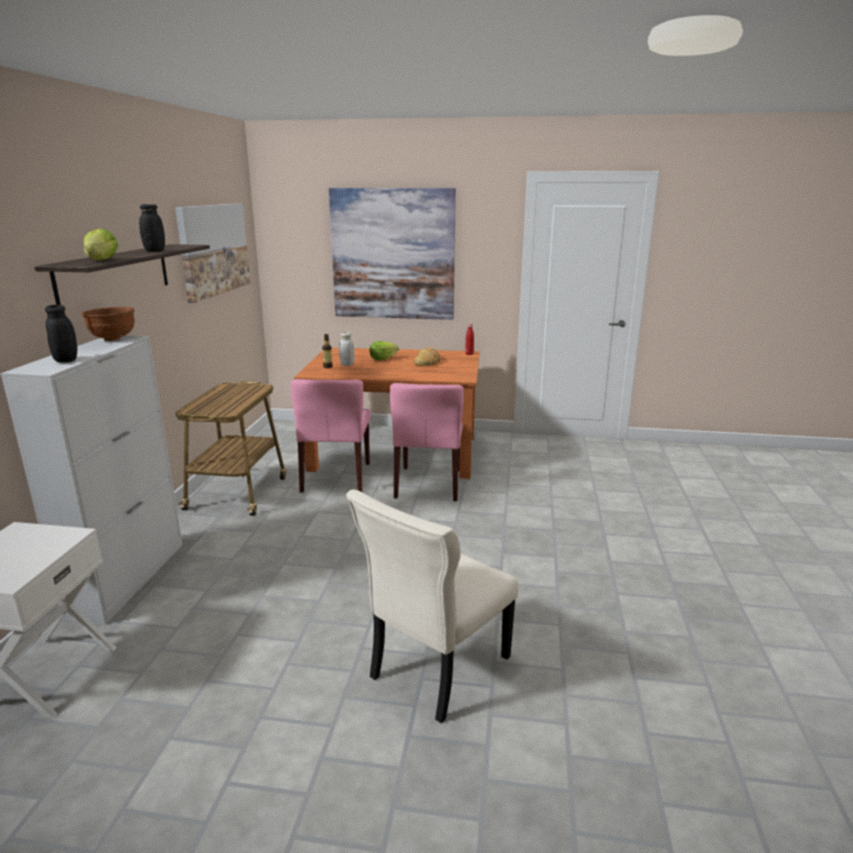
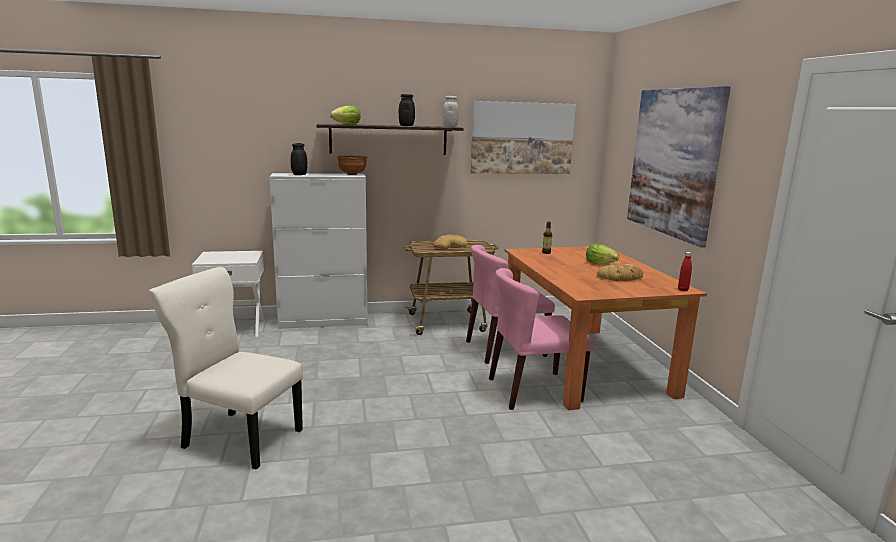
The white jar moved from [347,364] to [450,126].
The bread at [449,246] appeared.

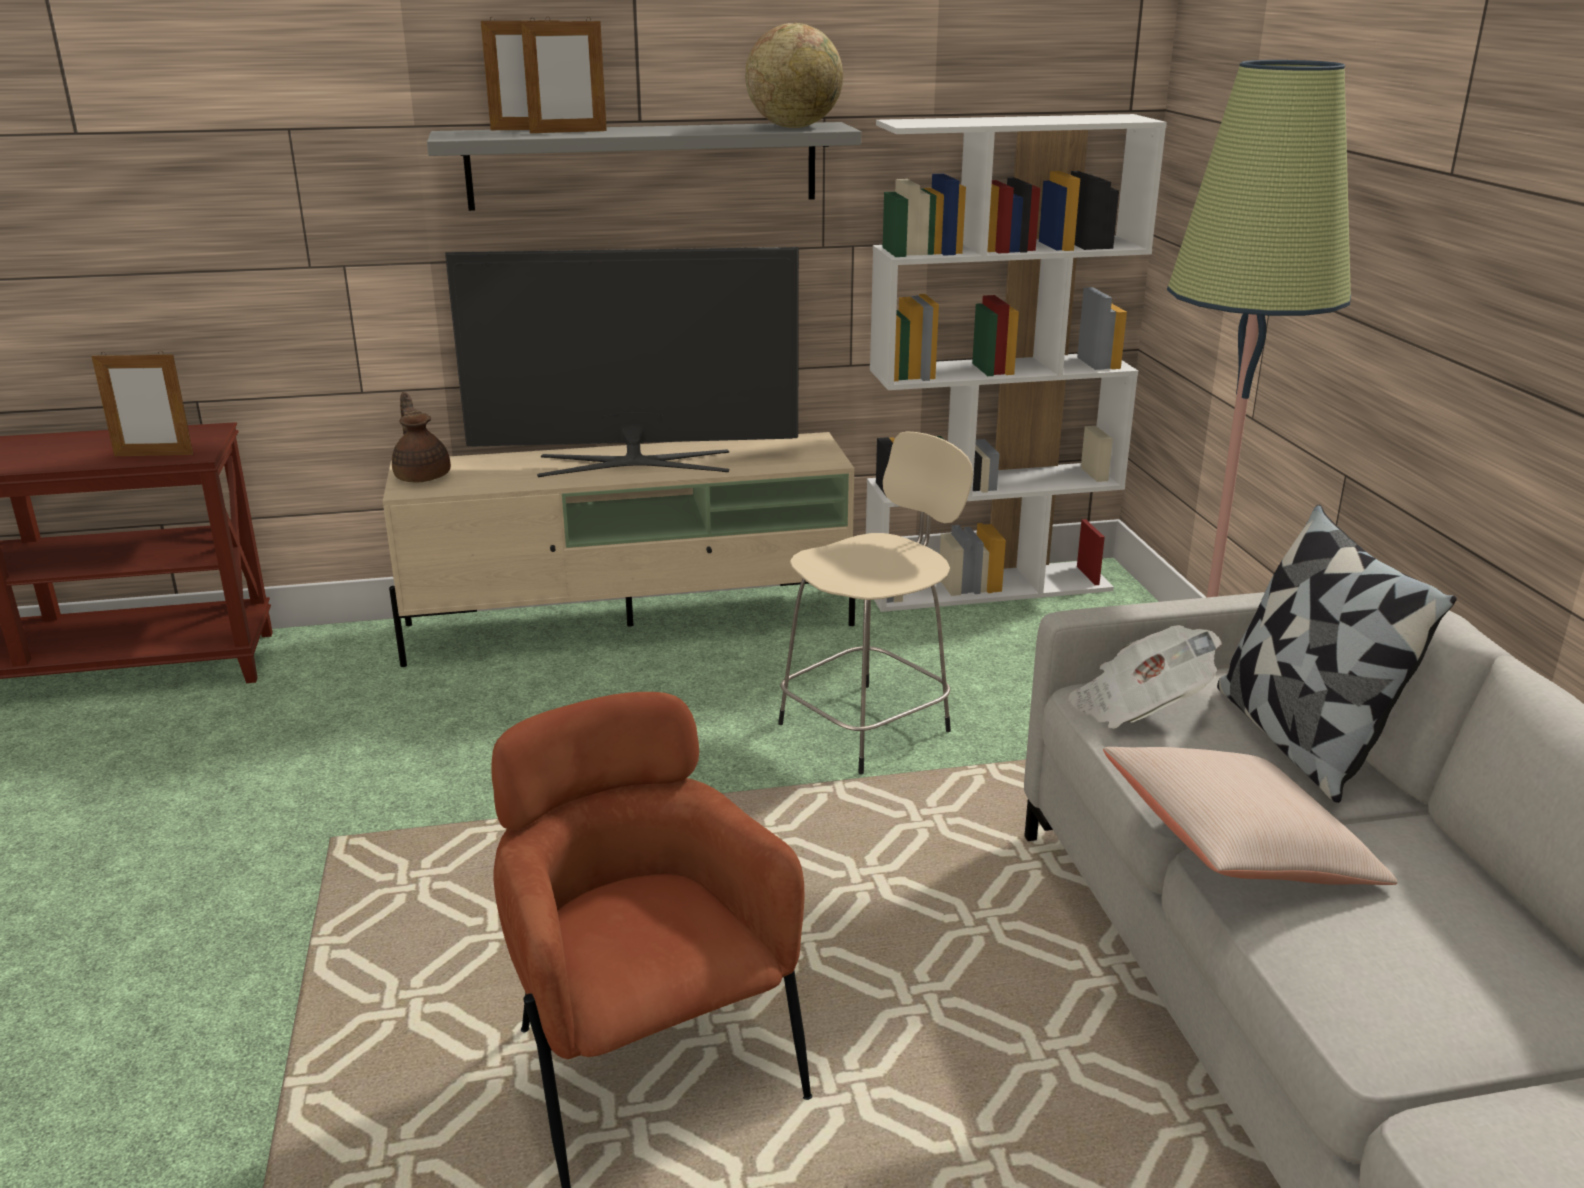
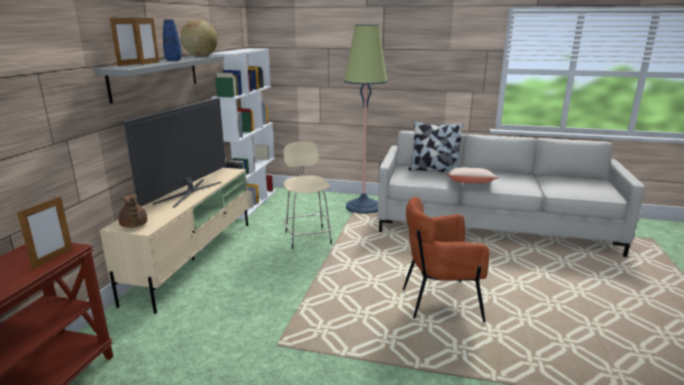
The brown teapot at [423,476] turned 120 degrees counterclockwise.
The newspaper at [1139,707] disappeared.
The blue vase at [173,60] appeared.

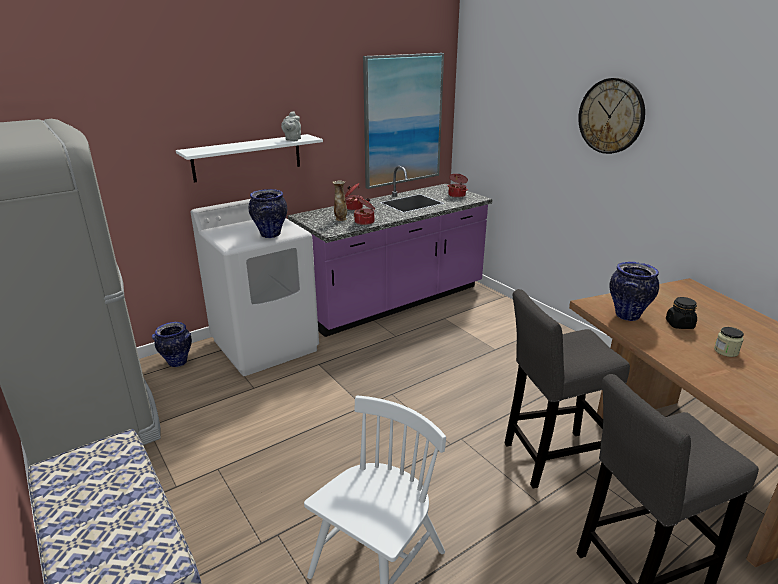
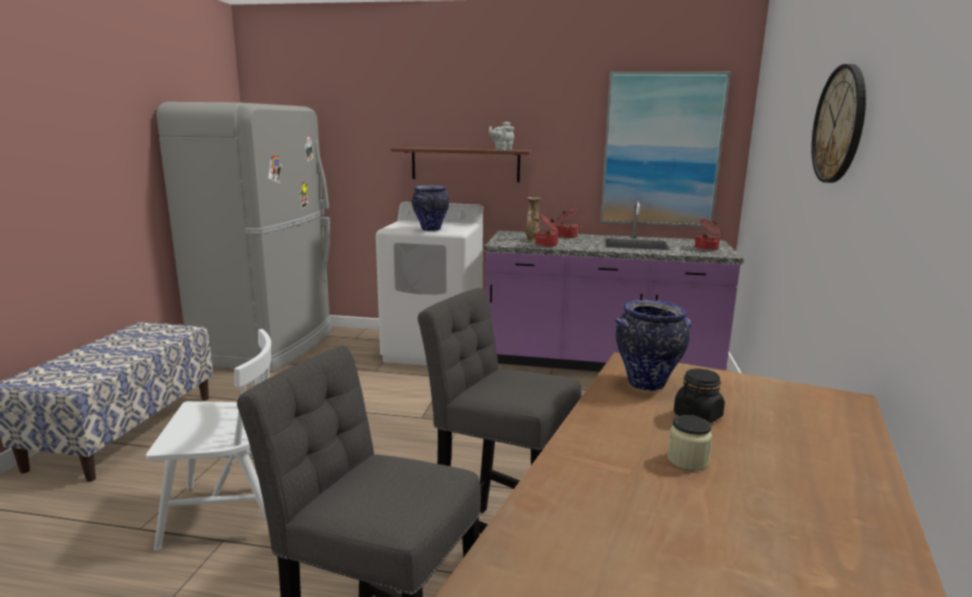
The white shelf at [247,157] became the brown shelf at [465,164].
The vase at [177,363] disappeared.

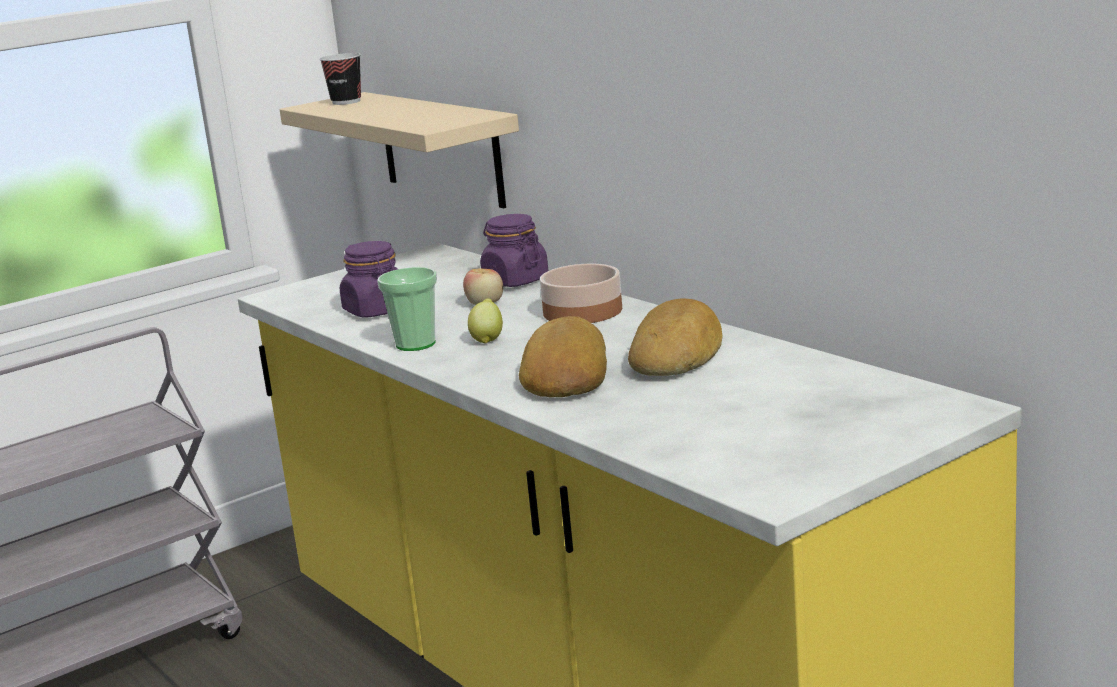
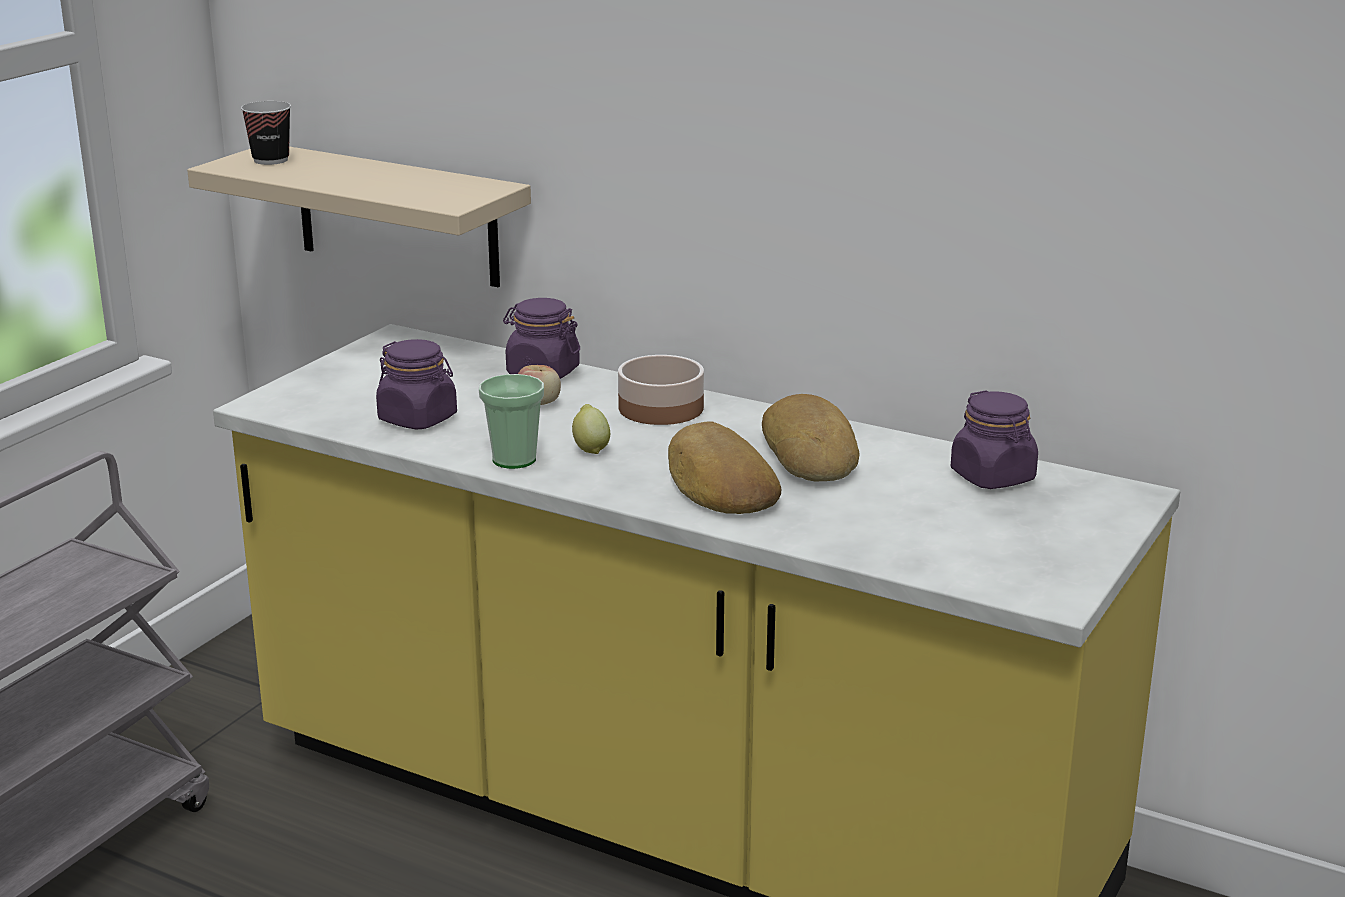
The purple jar at [993,477] appeared.

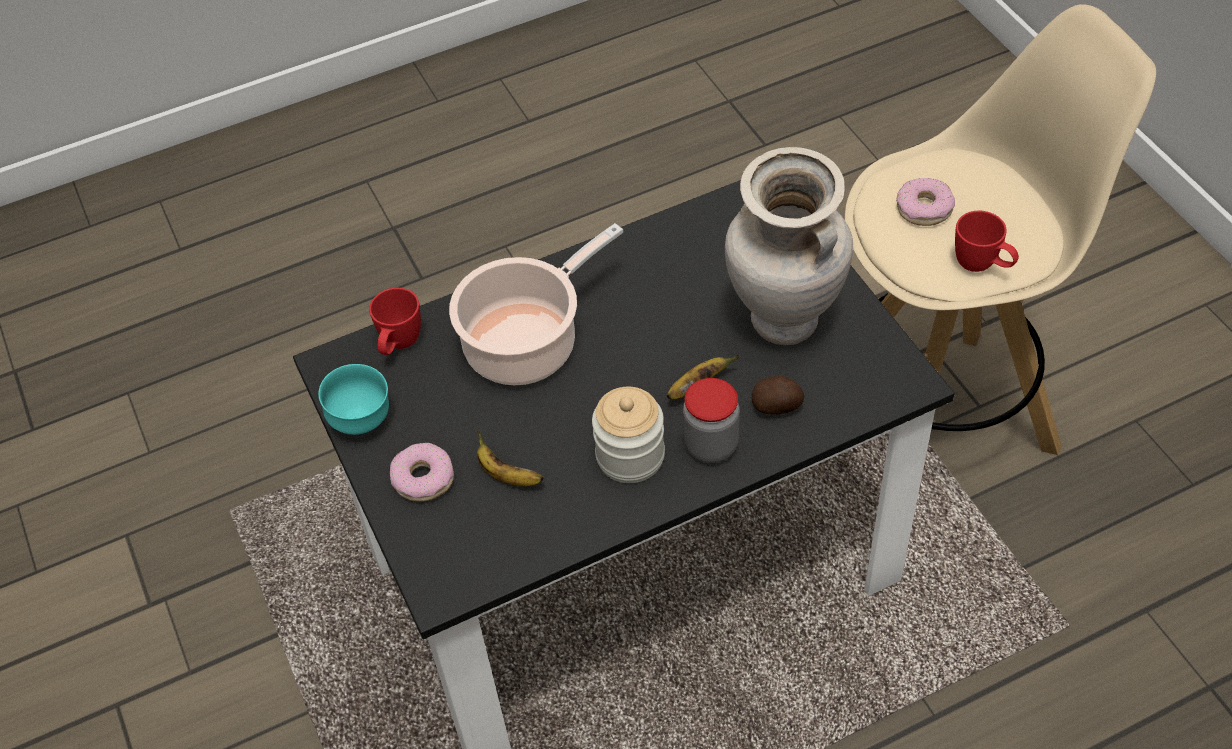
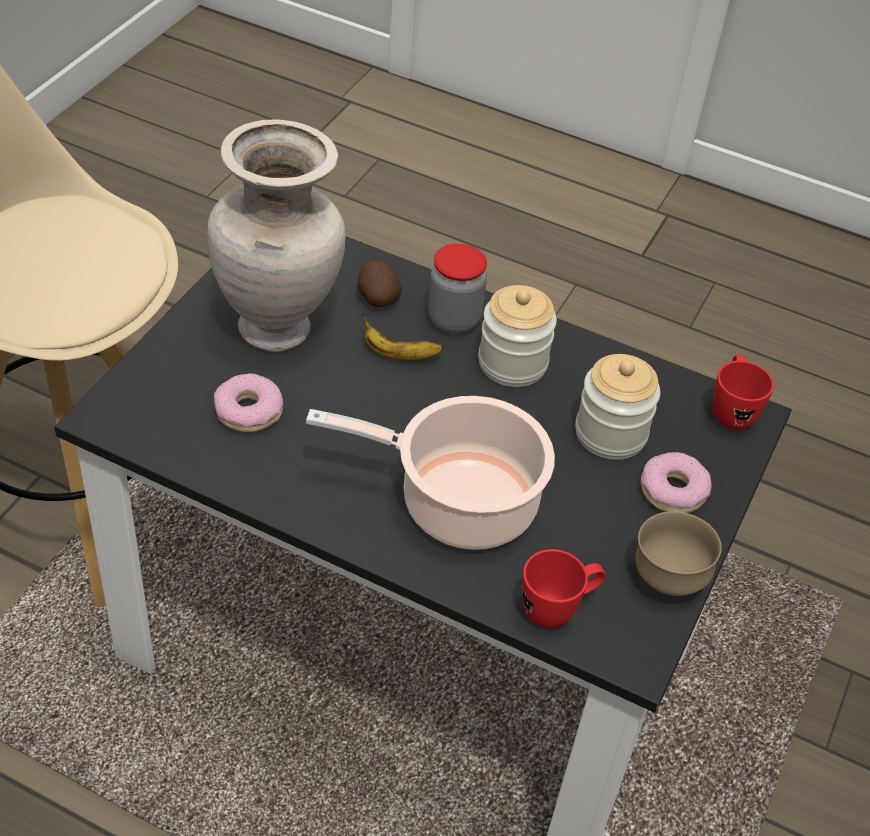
The donut moved from [924,208] to [249,411].
The red mug moved from [982,266] to [731,411].
The turquoise bowl at [362,421] became the brown bowl at [667,579].
The banana at [506,475] was replaced by the jar at [610,434].

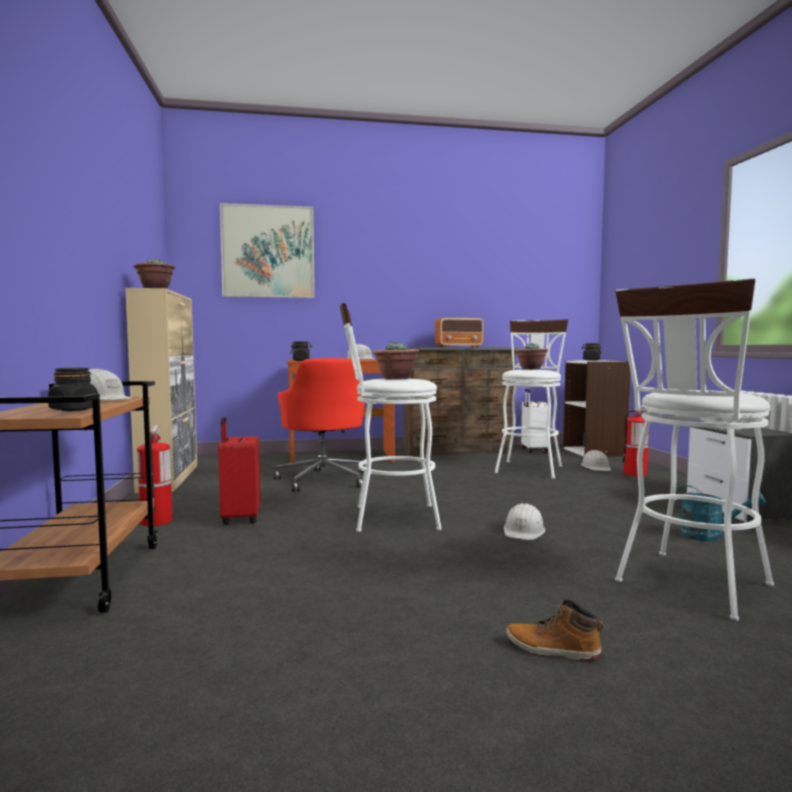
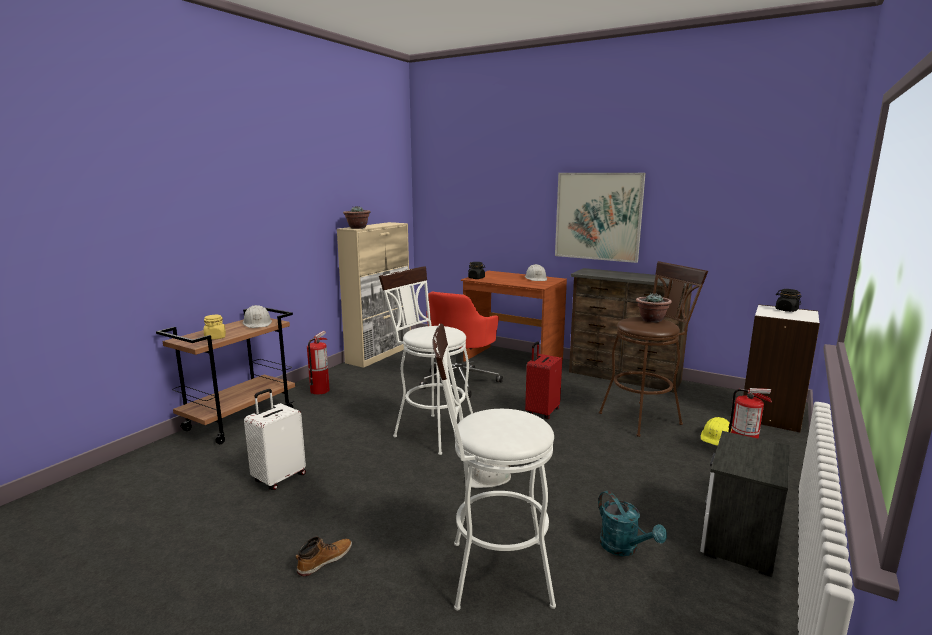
The picture moved from [268,252] to [598,216].
The radio at [459,346] disappeared.
The white stool at [530,468] became the brown stool at [644,417].
The potted plant at [395,378] disappeared.
The black jar at [74,409] became the yellow jar at [215,337].
The white suitcase moved from [533,450] to [279,478].
The red suitcase moved from [239,518] to [541,412].
The white hard hat at [596,467] became the yellow hard hat at [717,437].
The boot at [552,649] turned 75 degrees clockwise.

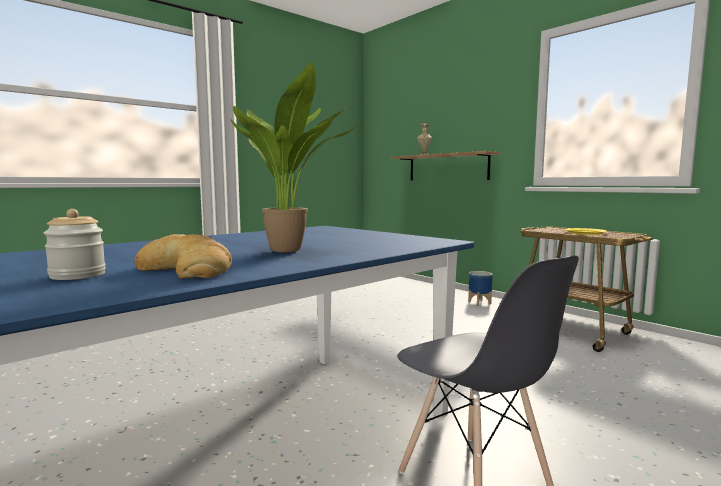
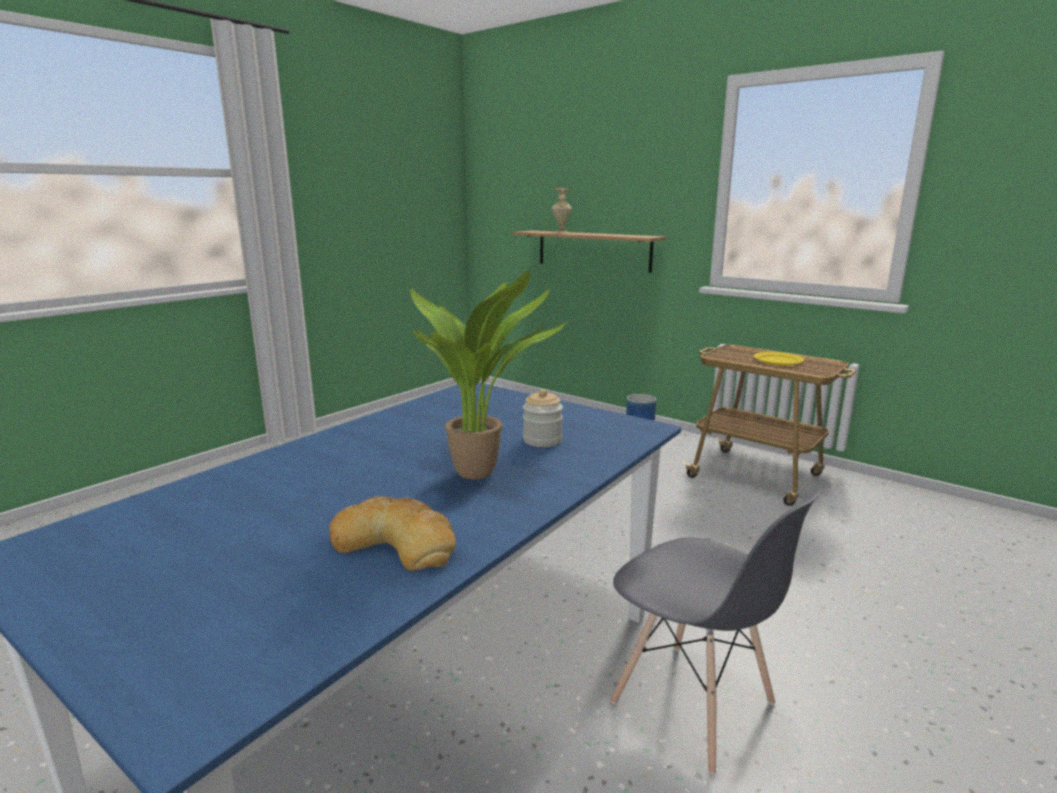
The jar moved from [77,275] to [542,440].

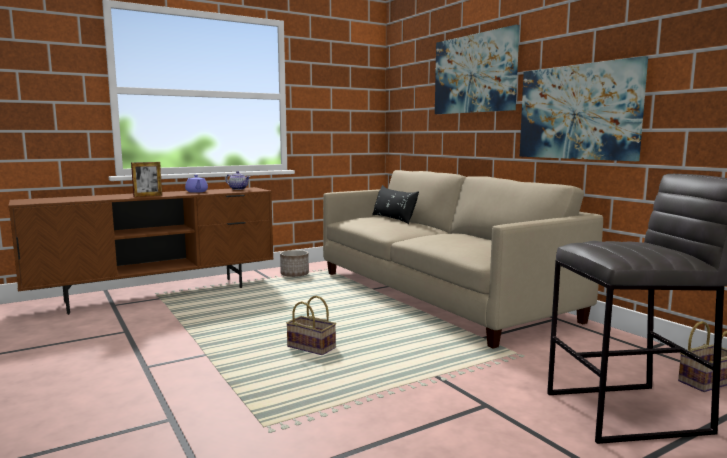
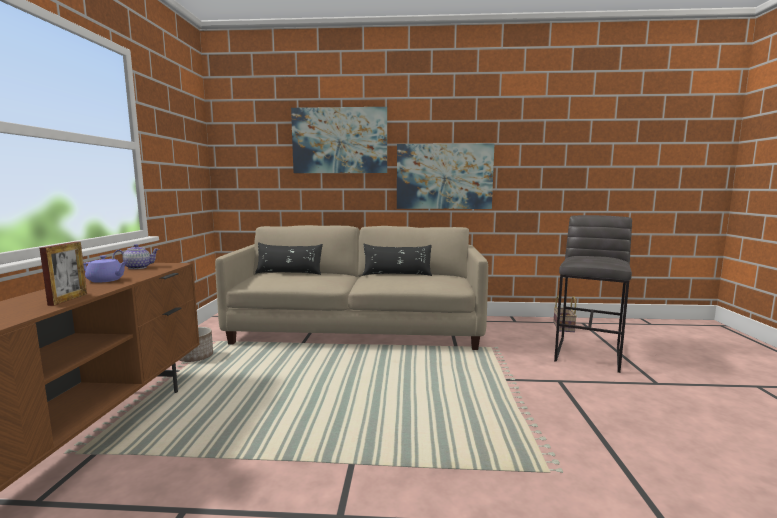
The basket at [313,347] disappeared.
The black pillow at [397,274] appeared.

